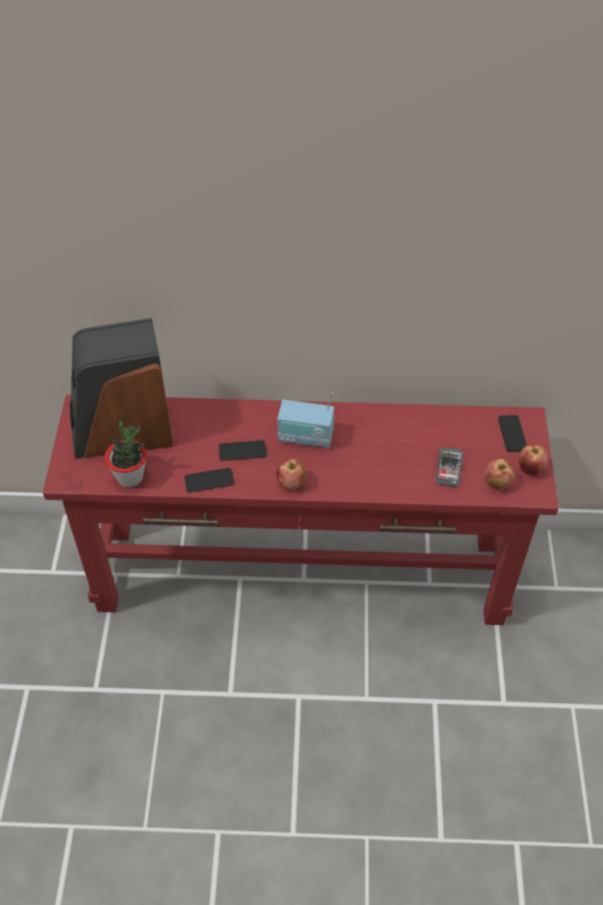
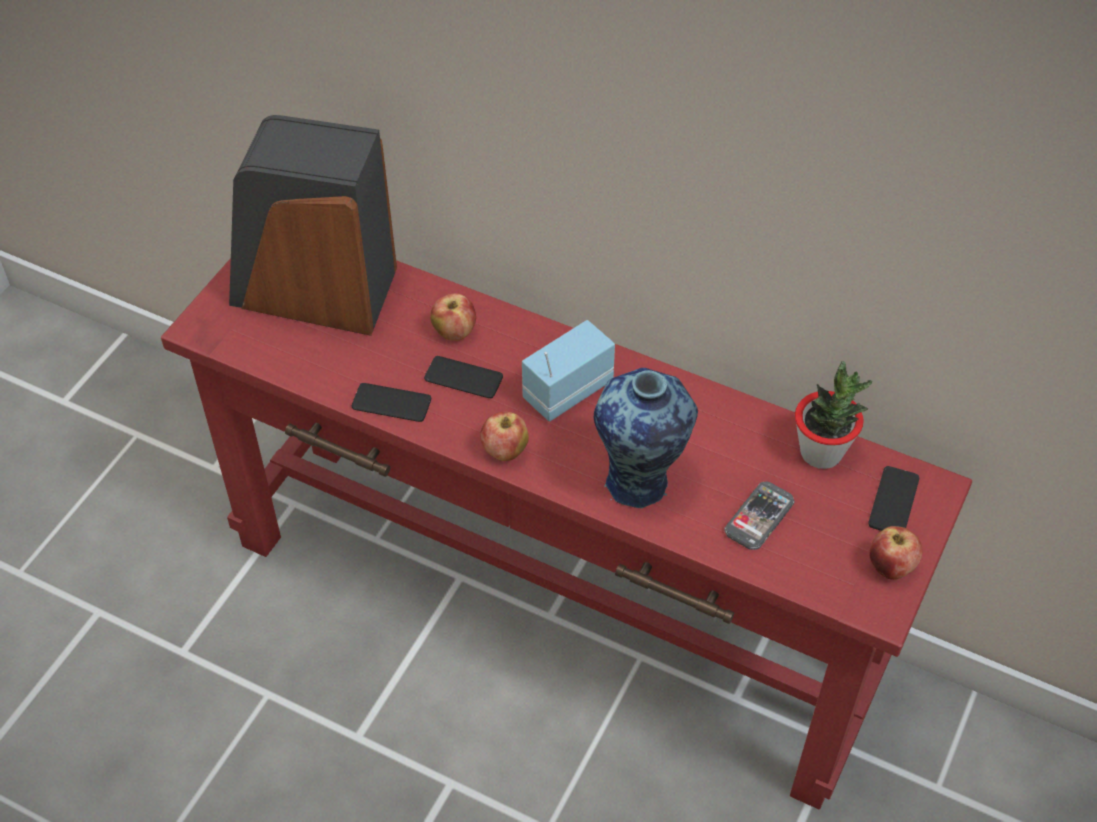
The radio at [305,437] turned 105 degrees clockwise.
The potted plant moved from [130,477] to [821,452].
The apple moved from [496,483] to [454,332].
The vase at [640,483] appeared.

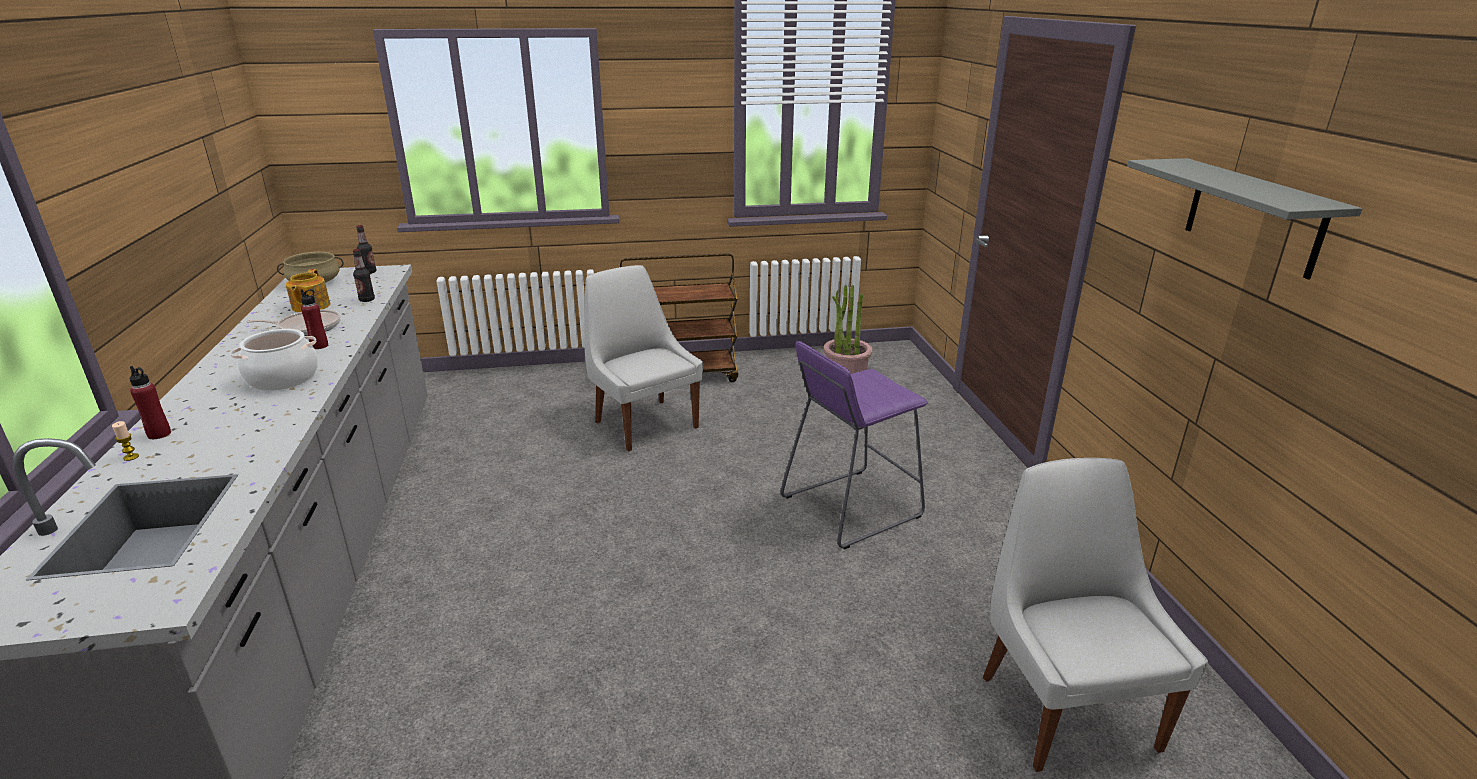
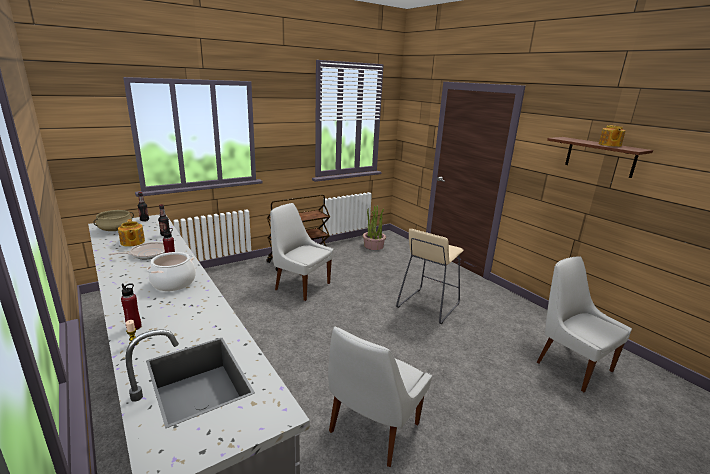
The grey shelf at [1253,216] became the brown shelf at [600,157].
The purple stool at [850,507] became the beige stool at [428,306].
The teapot at [609,145] appeared.
The white chair at [372,430] appeared.

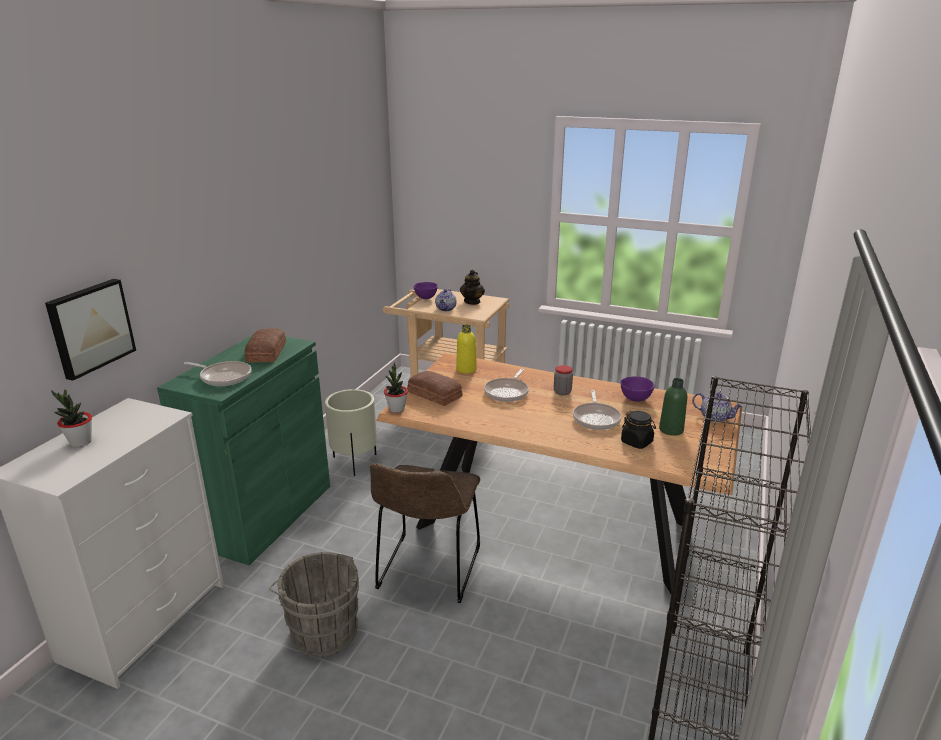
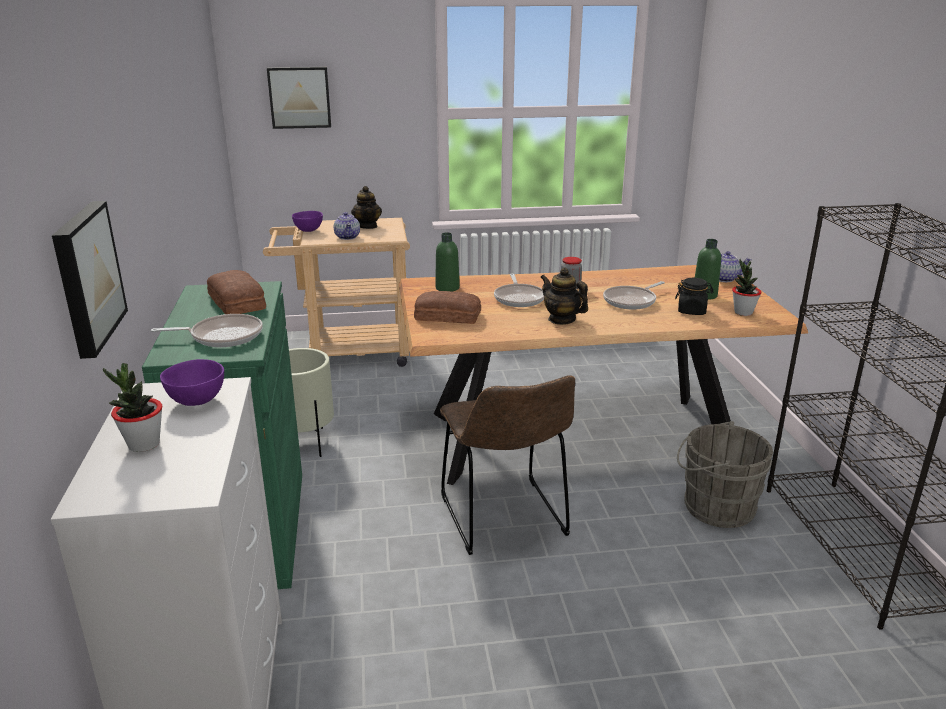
The yellow bottle at [466,369] became the green bottle at [447,288].
The potted plant moved from [396,409] to [743,312].
The purple bowl moved from [636,399] to [197,401].
The frying pan at [596,418] turned 75 degrees clockwise.
The grey bucket moved from [322,629] to [714,506].
The picture at [299,97] appeared.
The teapot at [562,319] appeared.

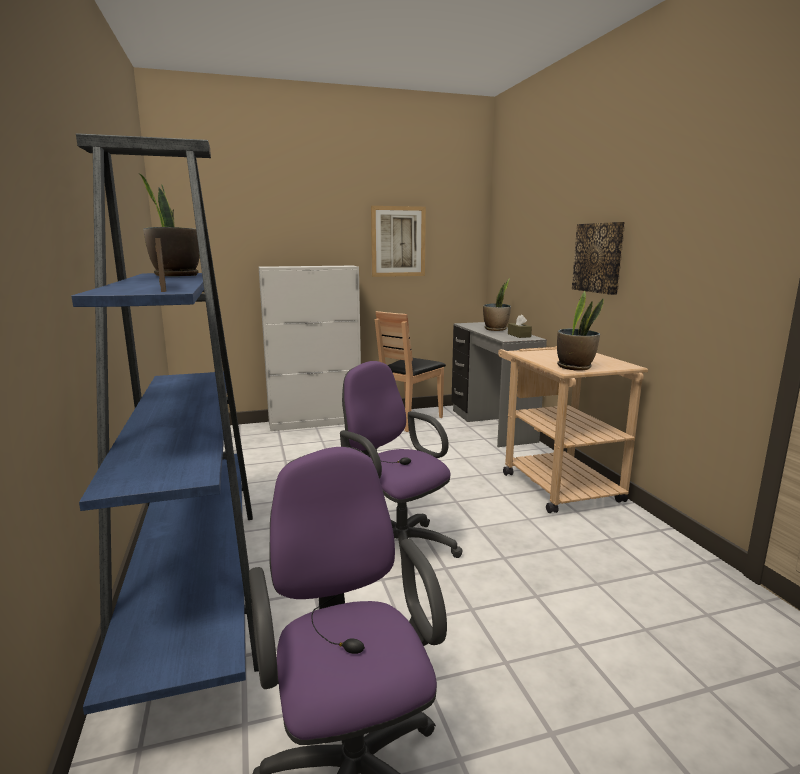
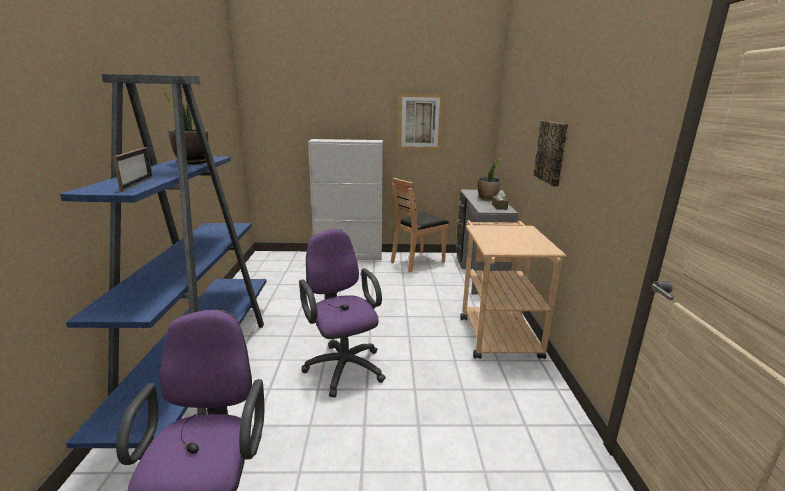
The potted plant at [575,367] disappeared.

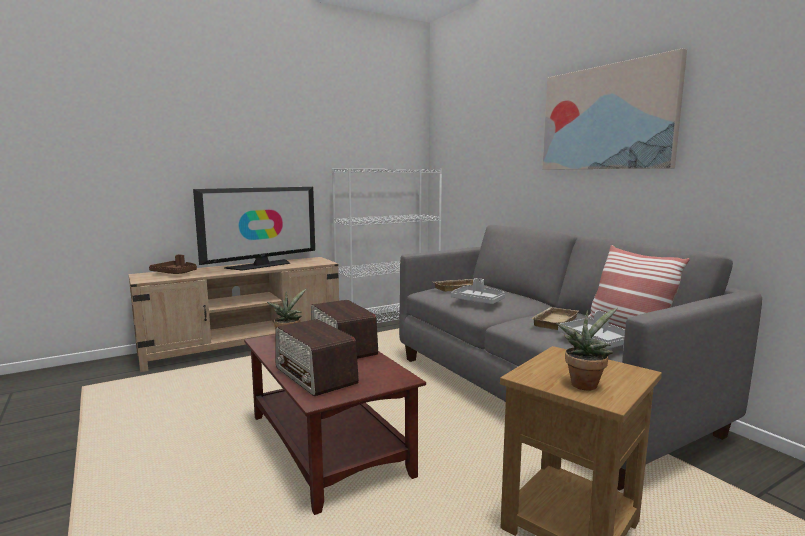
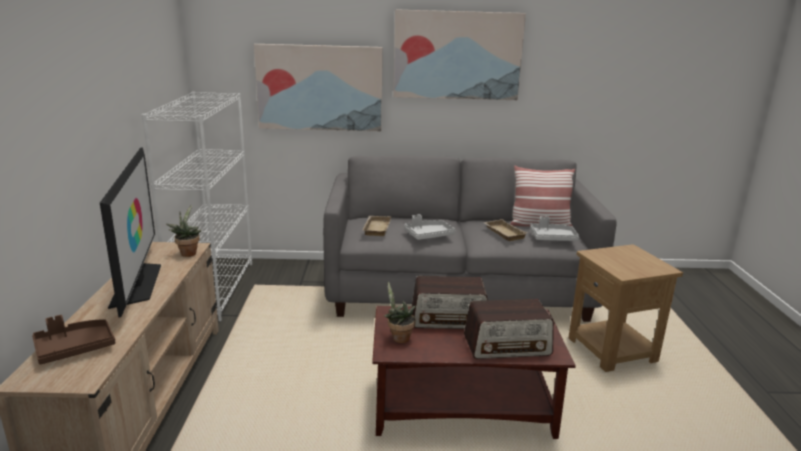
The potted plant moved from [584,383] to [188,253].
The picture at [320,88] appeared.

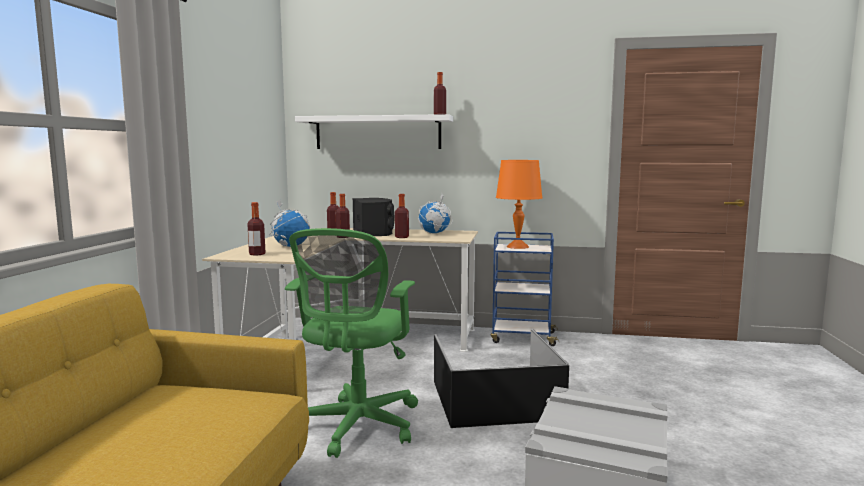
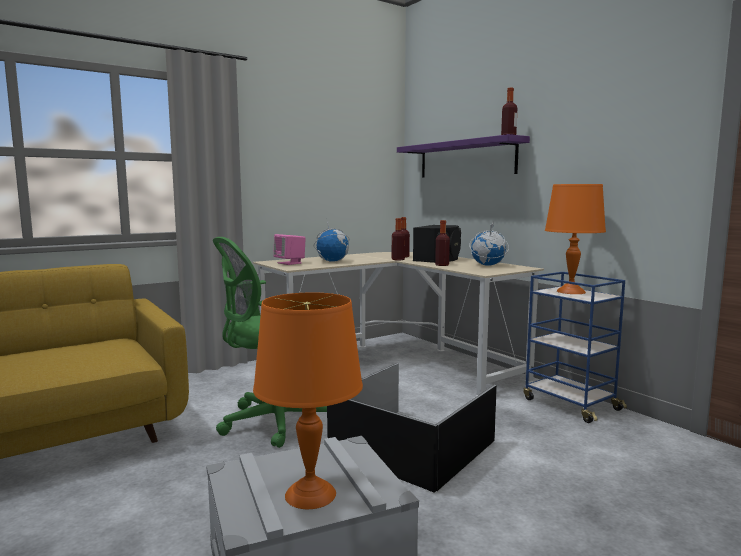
The white shelf at [378,132] became the purple shelf at [465,159].
The bottle at [257,254] was replaced by the pink speaker at [290,263].
The orange table lamp at [311,494] appeared.

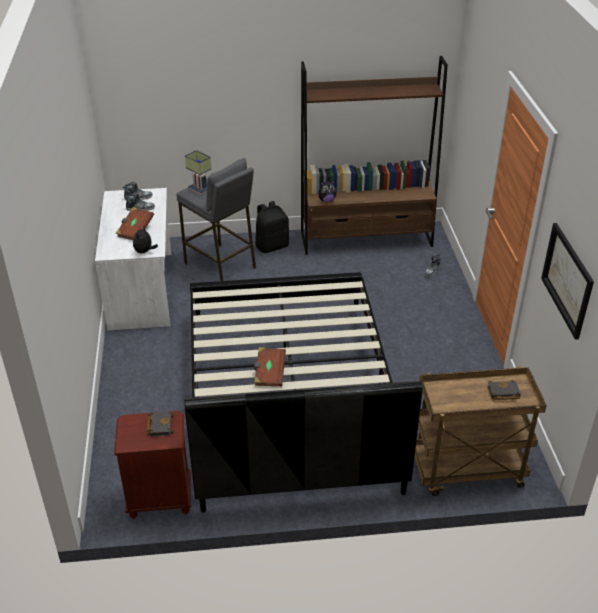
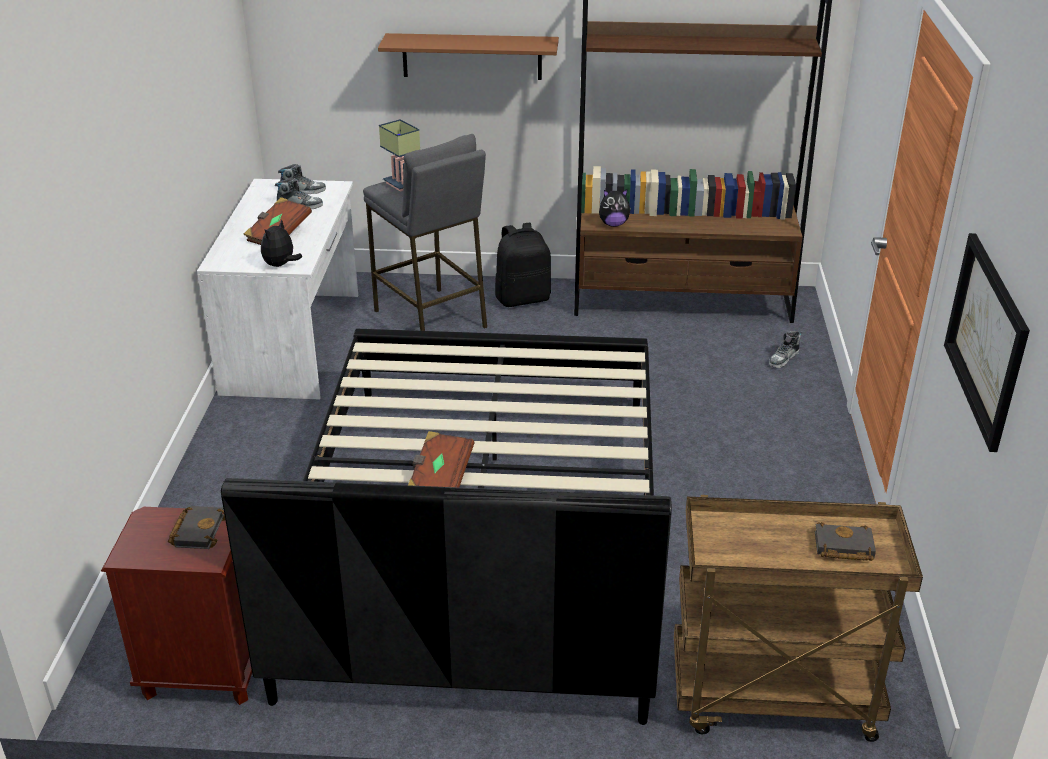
The brown shelf at [472,56] appeared.

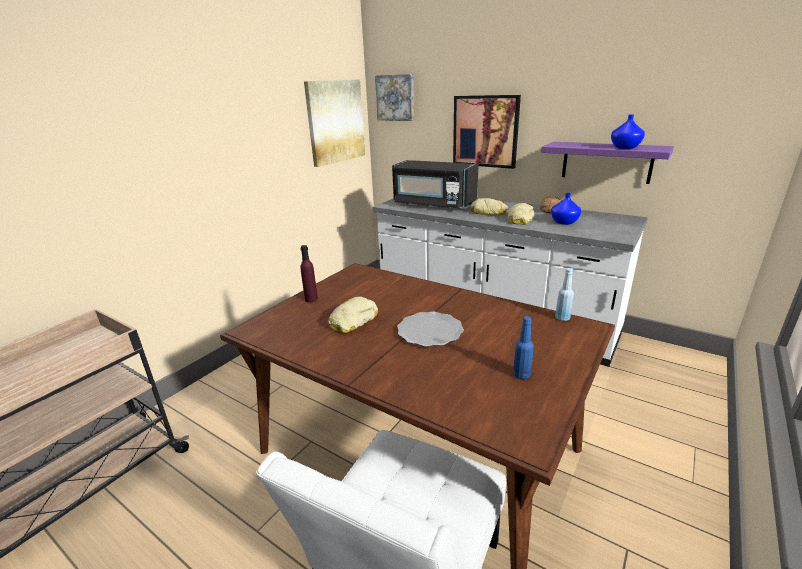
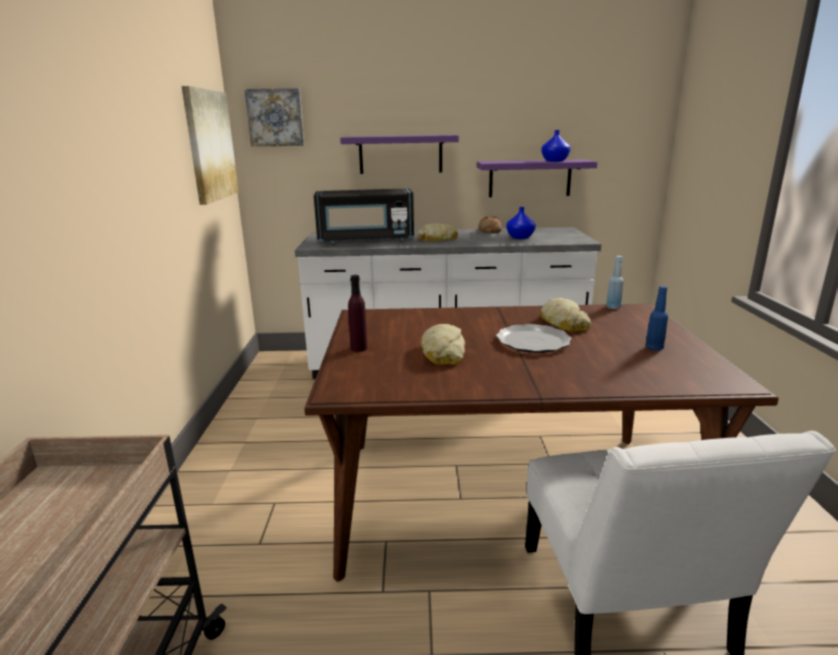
The picture at [485,131] was replaced by the purple shelf at [400,154].
The bread moved from [520,219] to [564,322].

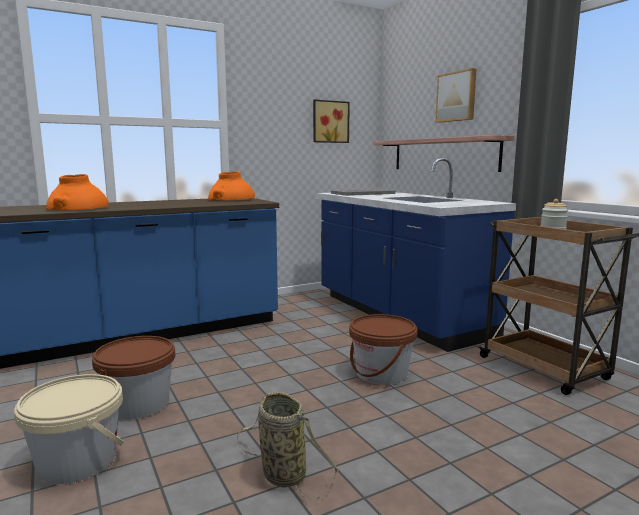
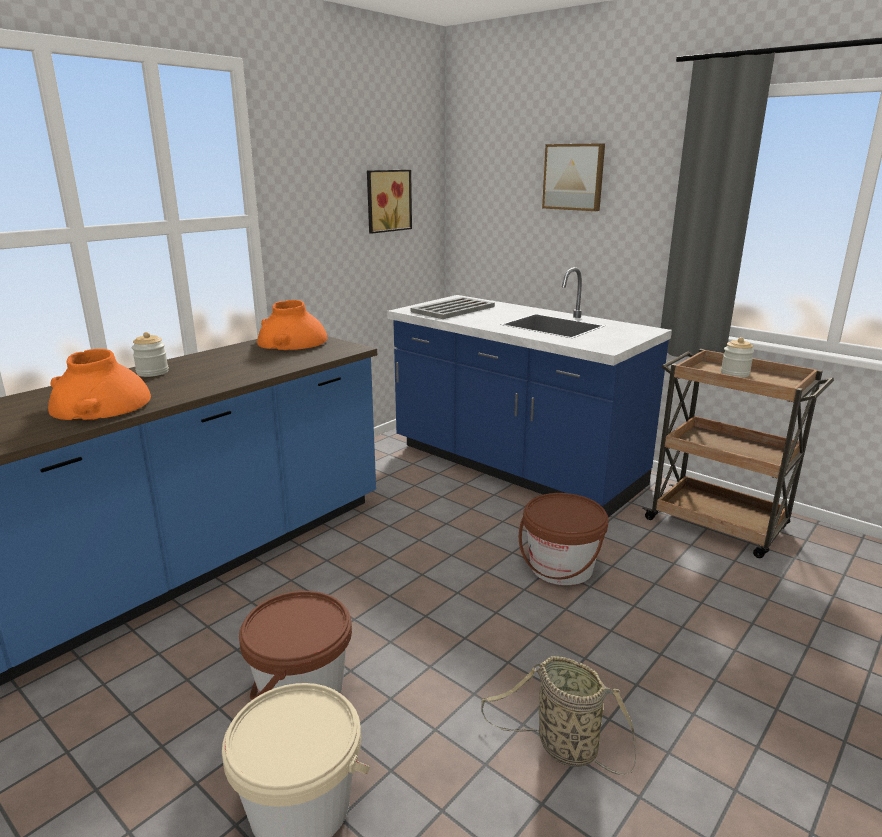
The shelf at [443,154] disappeared.
The jar at [152,372] appeared.

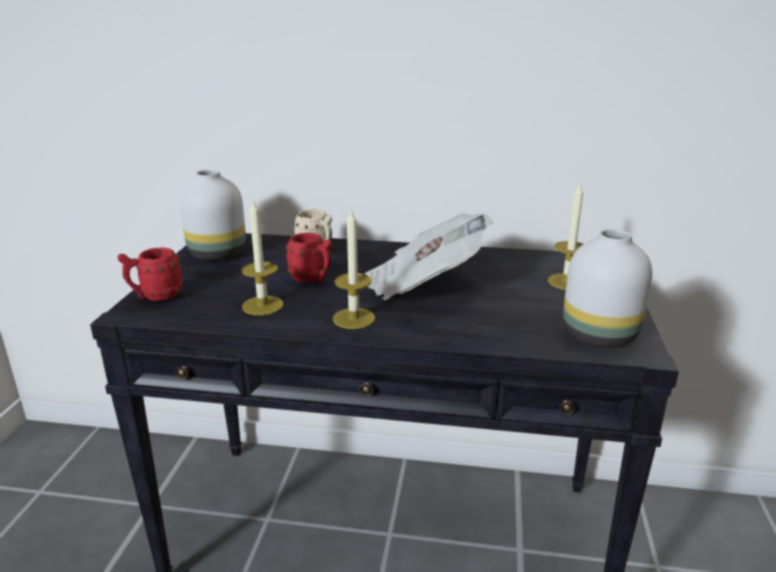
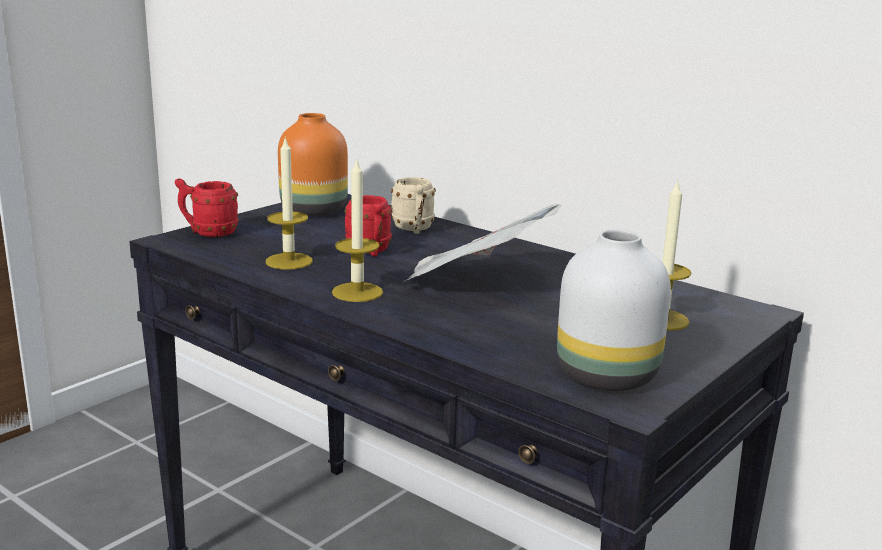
The white vase at [216,254] became the orange vase at [312,211].

